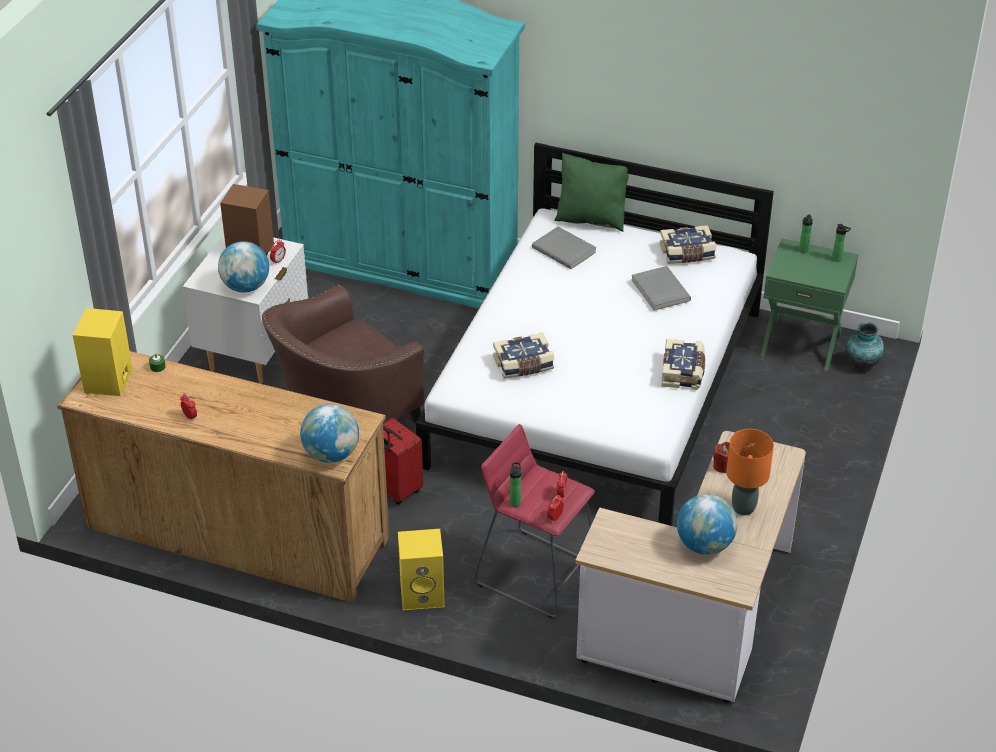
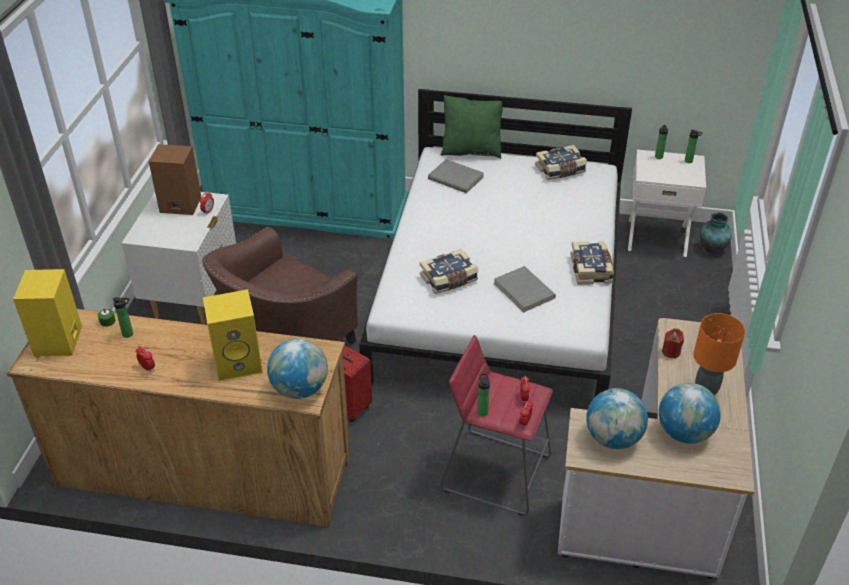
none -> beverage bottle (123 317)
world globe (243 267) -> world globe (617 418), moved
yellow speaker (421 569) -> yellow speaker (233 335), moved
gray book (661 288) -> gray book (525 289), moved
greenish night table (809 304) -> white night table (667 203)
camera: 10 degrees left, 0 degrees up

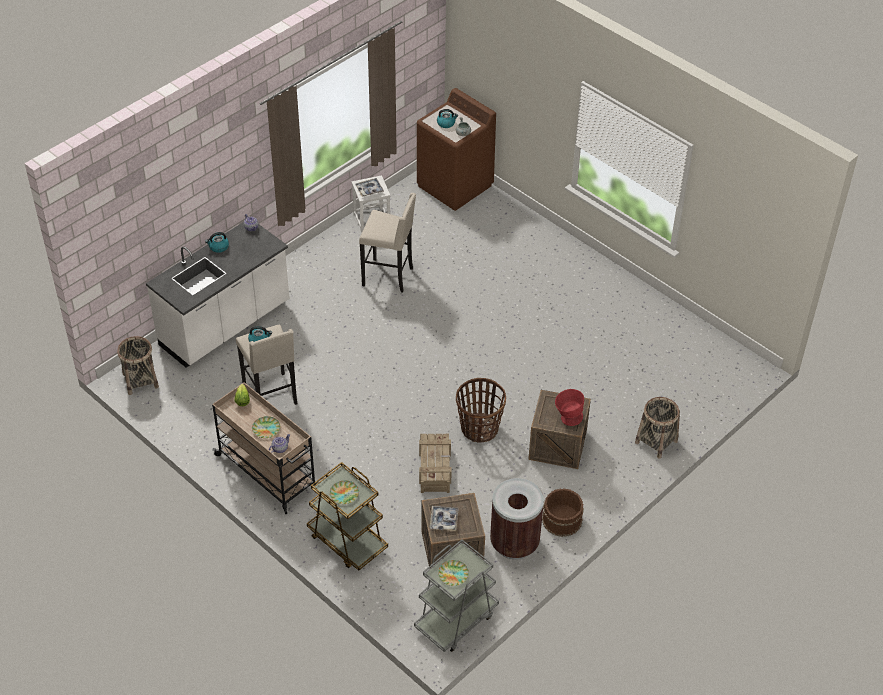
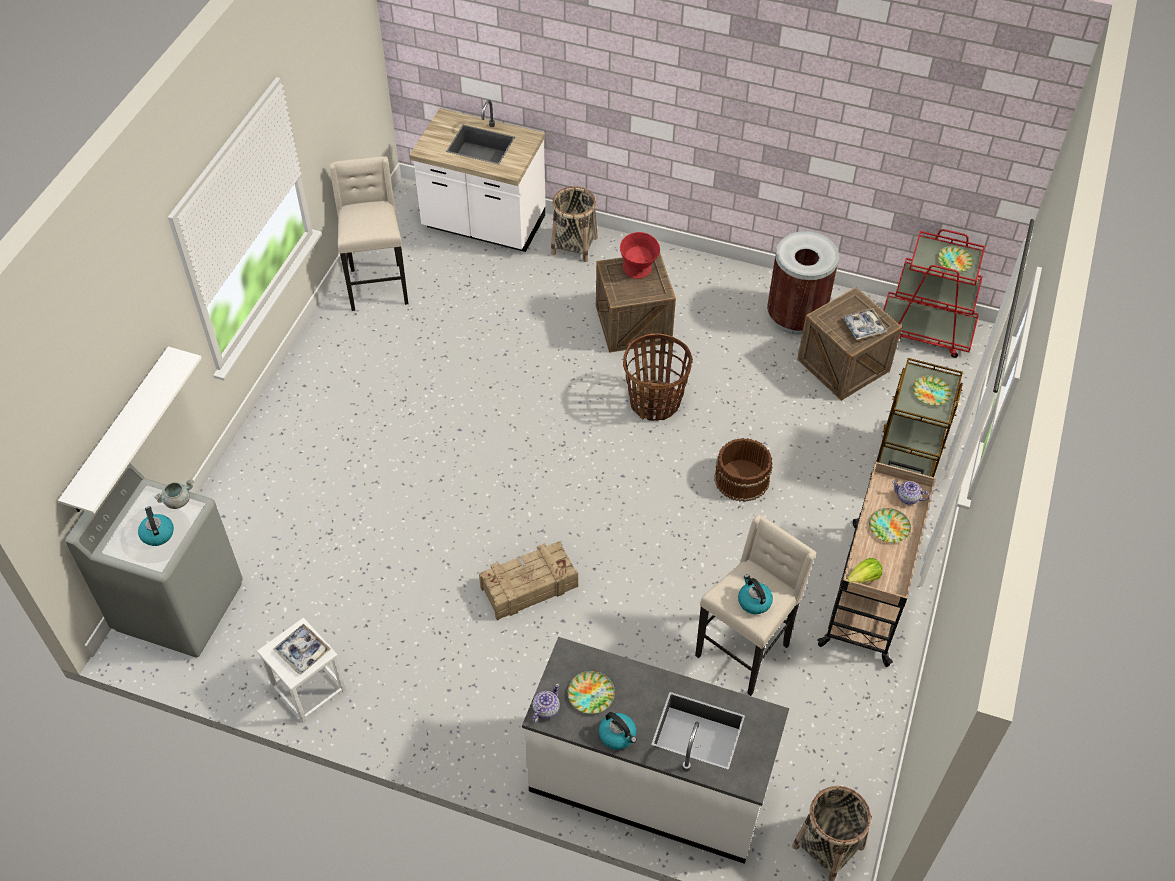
none -> white shelf (130 430)
none -> white kitchen base unit (478 176)
none -> dinner plate (591 692)
beige stool seat (387 243) -> beige stool seat (368 233), moved
shipping crate (435 463) -> shipping crate (528 580), moved
brownish bucket (563 512) -> brownish bucket (743 470), moved
gray wheeled cart (456 595) -> red-coloured wheeled cart (934 293)
brownish laundry machine (456 149) -> gray laundry machine (154 560)
camera: 115 degrees left, 5 degrees up

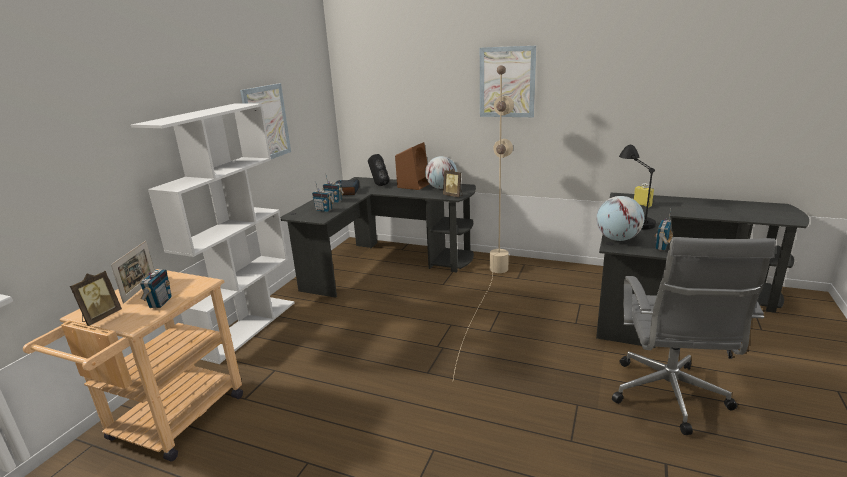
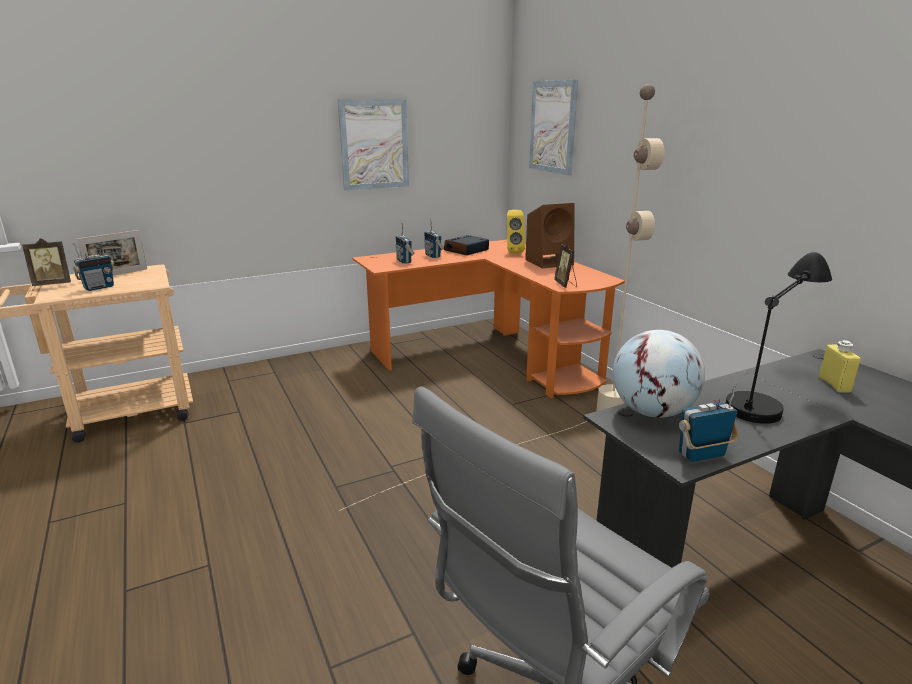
white shelving unit (213 233) -> none
world globe (441 172) -> none
picture (508 81) -> picture (553 127), moved
blackish desk table (378 237) -> orangey desk table (488 319)
blackish speaker (378 170) -> yellow speaker (516 232)
camera: 40 degrees right, 0 degrees up

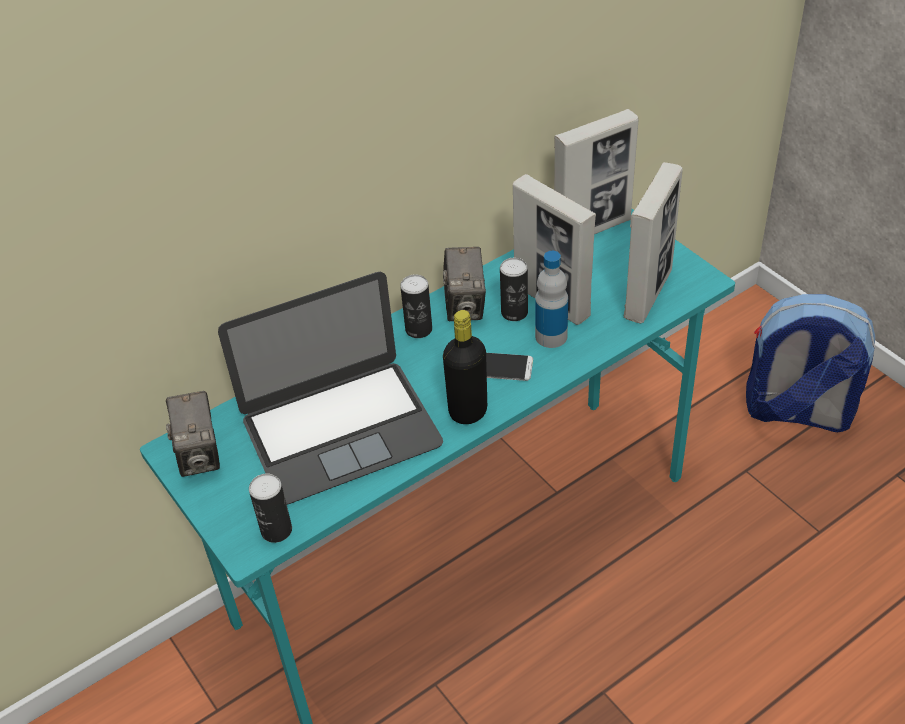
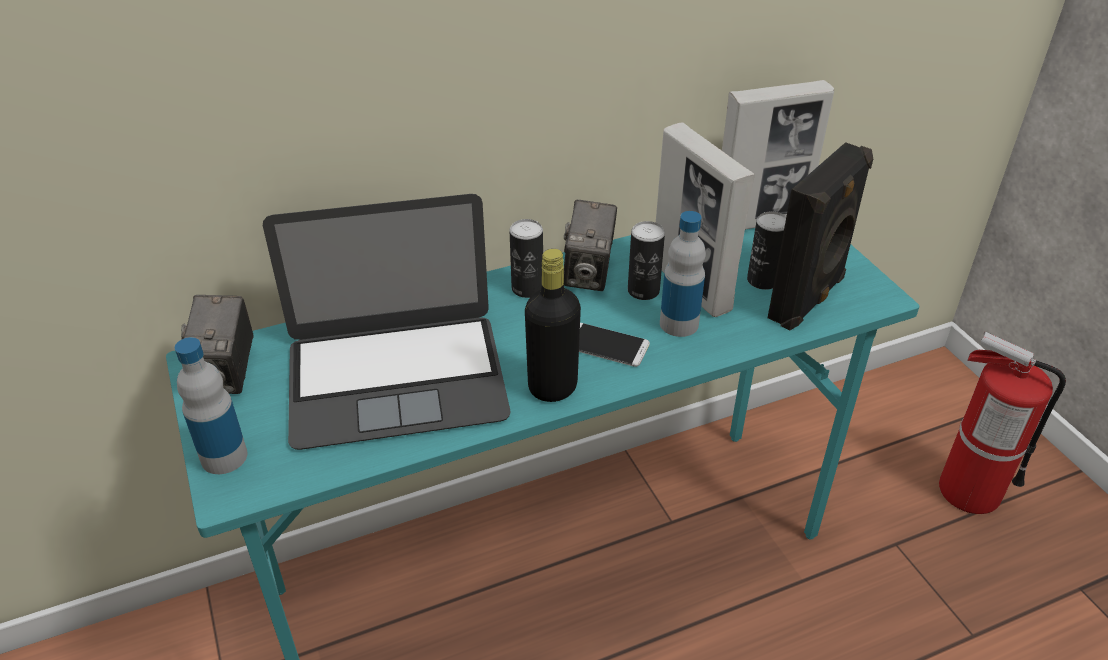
none -> beverage bottle (211 405)
metal can (270 508) -> metal can (766 250), moved
standing frame (653 242) -> blackish speaker (820 236)
backpack (810 363) -> fire-fighting cylinder (1002 423)
camera: 10 degrees right, 5 degrees down

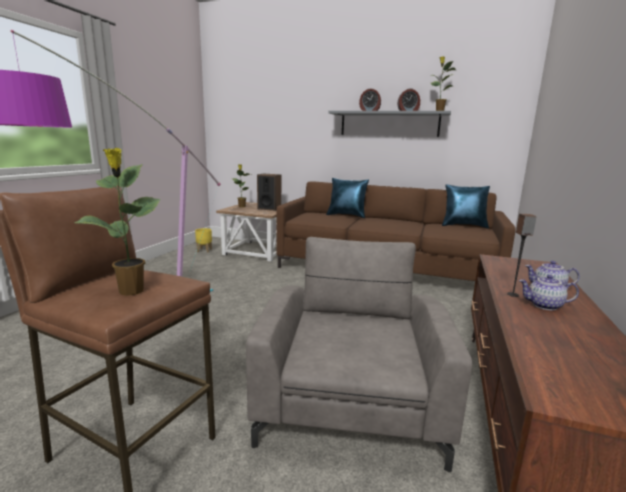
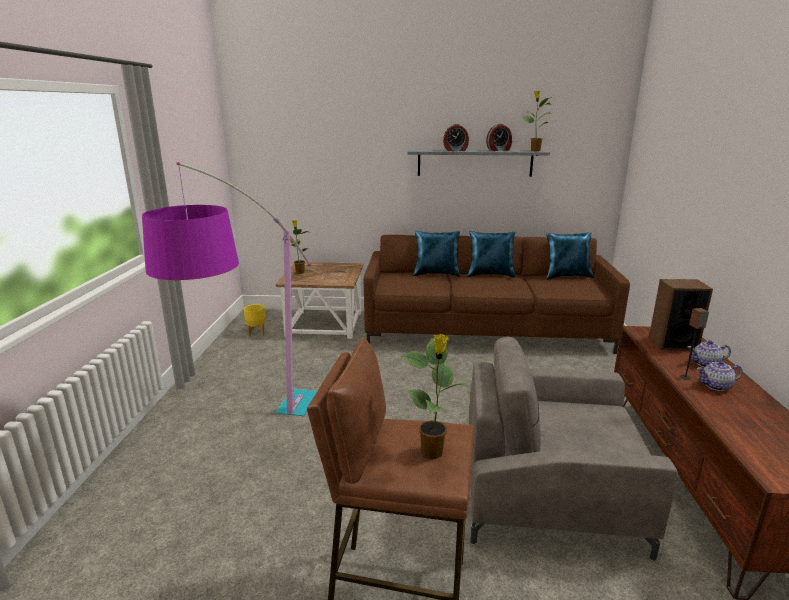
none -> blue-coloured cushion (491 254)
speaker (269 192) -> speaker (681 314), moved
gray lounge chair (359 354) -> gray lounge chair (573 449), 75 degrees counterclockwise
camera: 15 degrees left, 5 degrees up

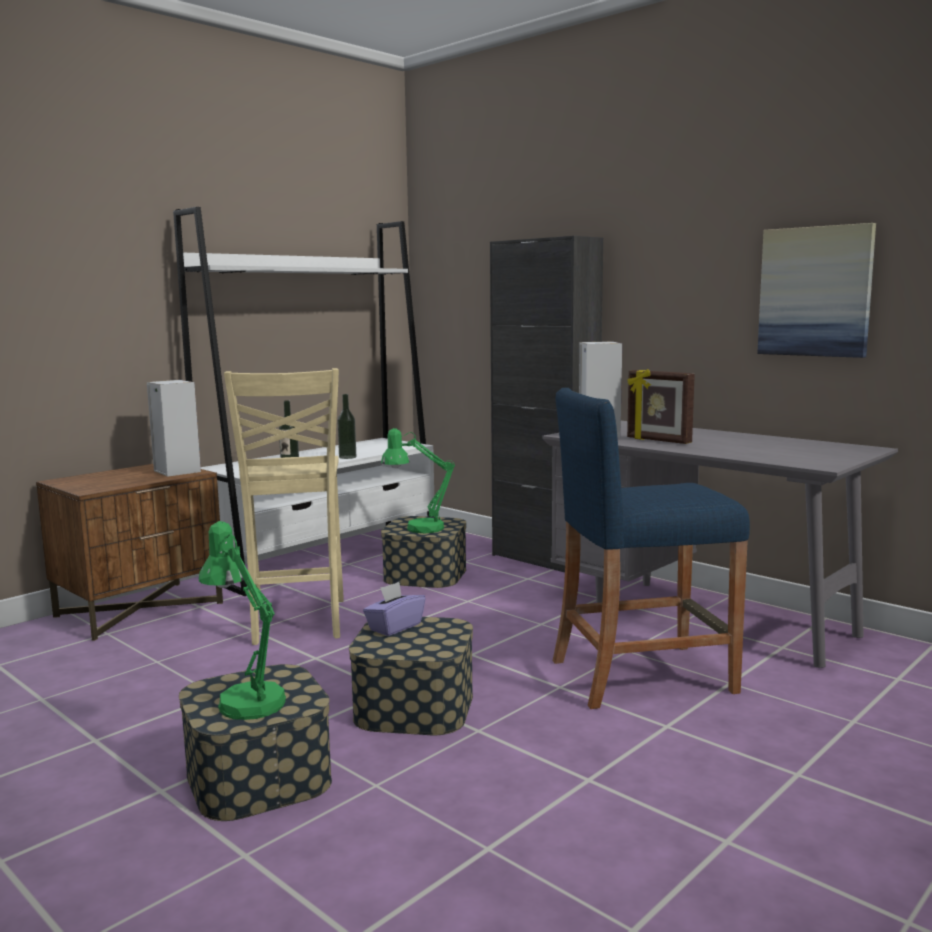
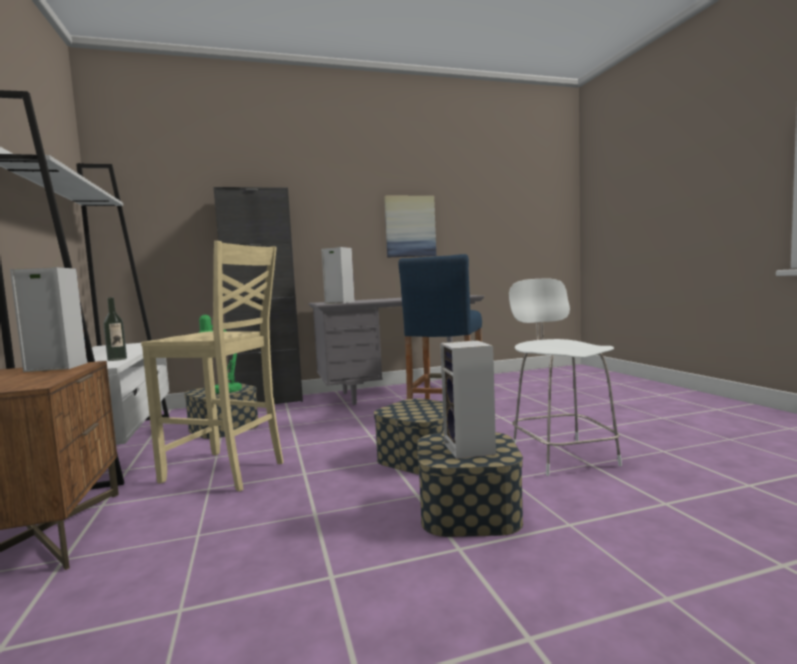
beverage bottle (347 426) -> none
purple tissue holder (394 609) -> none
standing frame (661 406) -> none
none -> white upright chair (565 377)
greenish tabletop lamp (242 620) -> speaker (468 399)
camera: 60 degrees left, 5 degrees down

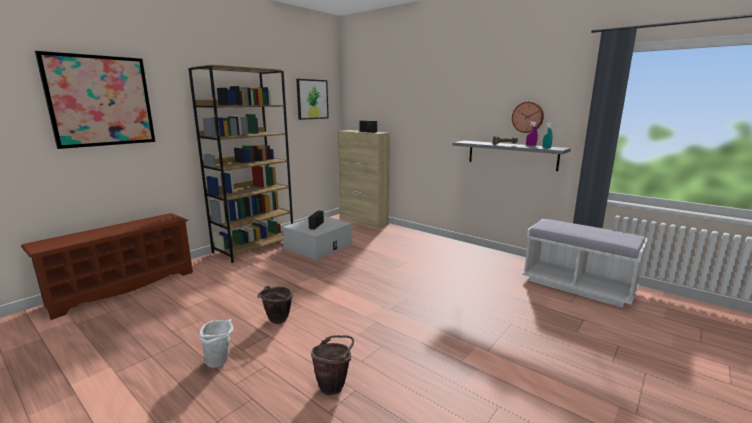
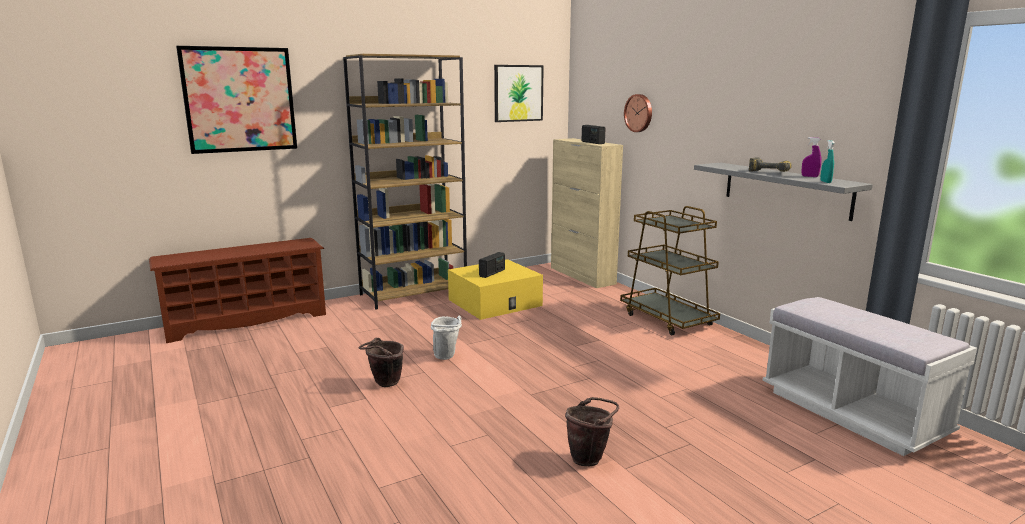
none -> brownish wheeled cart (670 270)
white bucket (216 343) -> white bucket (446 338), moved
brownish bucket (332 365) -> brownish bucket (592 431), moved
wall clock (528 117) -> wall clock (638 113), moved
white storage bin (317 238) -> yellow storage bin (495 289)
camera: 20 degrees right, 0 degrees up

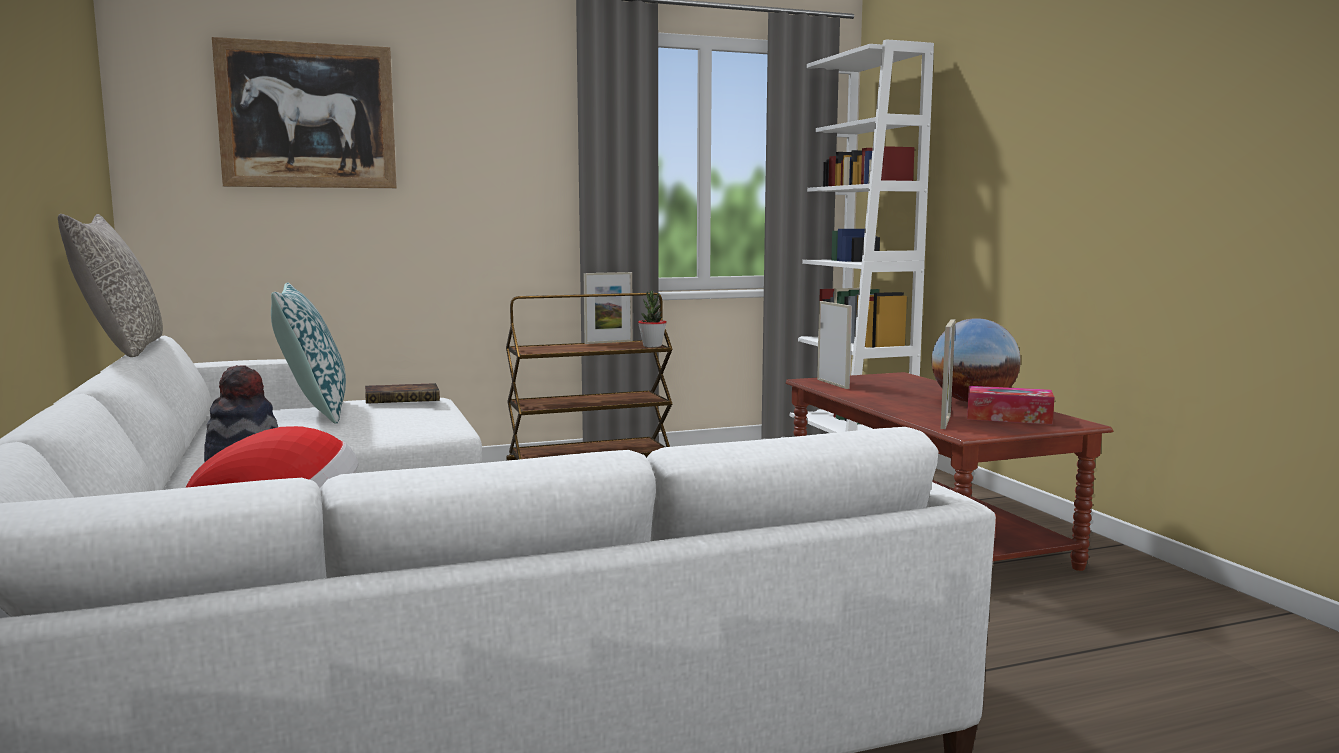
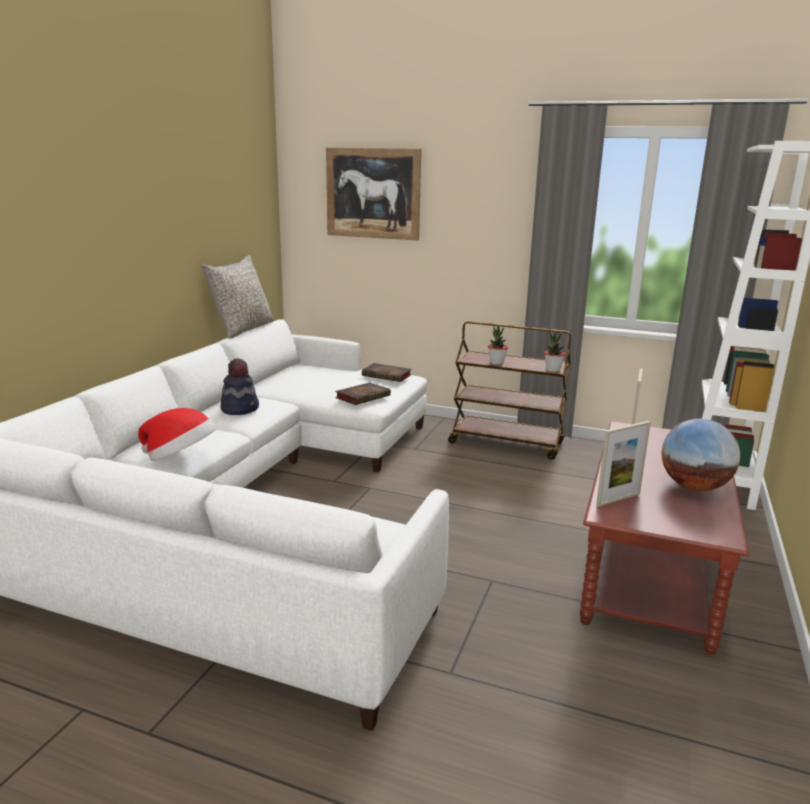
cushion (308 353) -> none
standing frame (608 308) -> none
tissue holder (1011 405) -> none
none -> book (363 393)
none -> potted plant (498 345)
camera: 40 degrees right, 10 degrees up

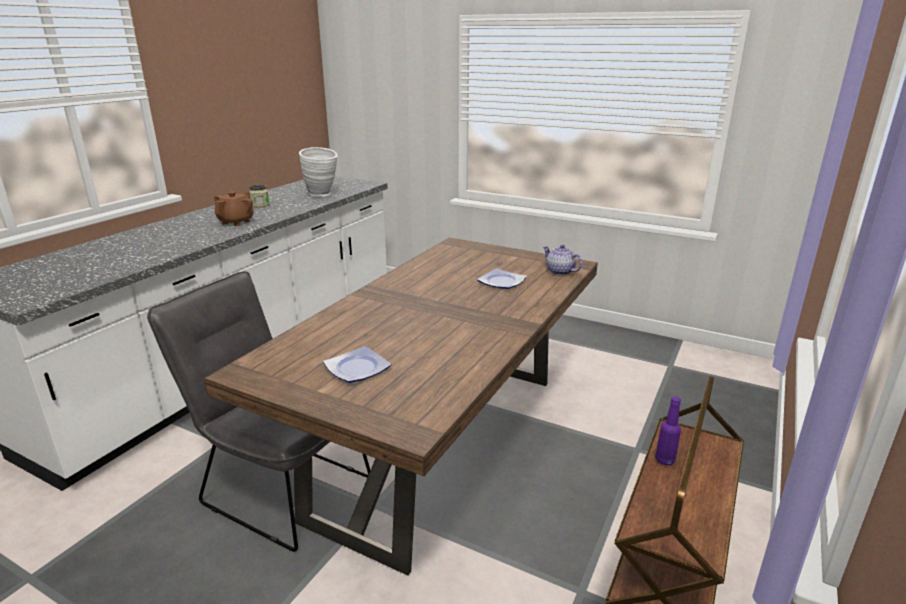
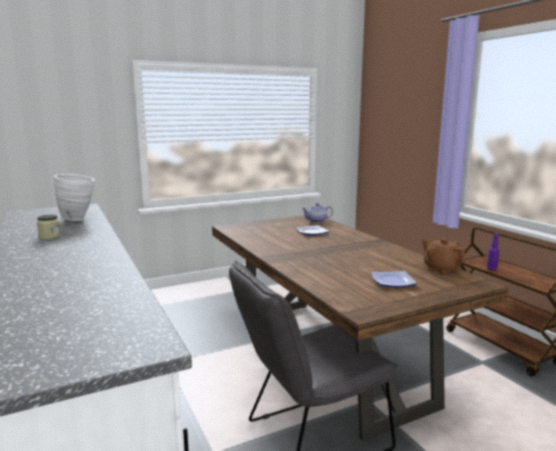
brownish tea pot (234 208) -> brownish tea pot (444 256), moved
camera: 55 degrees left, 10 degrees down

